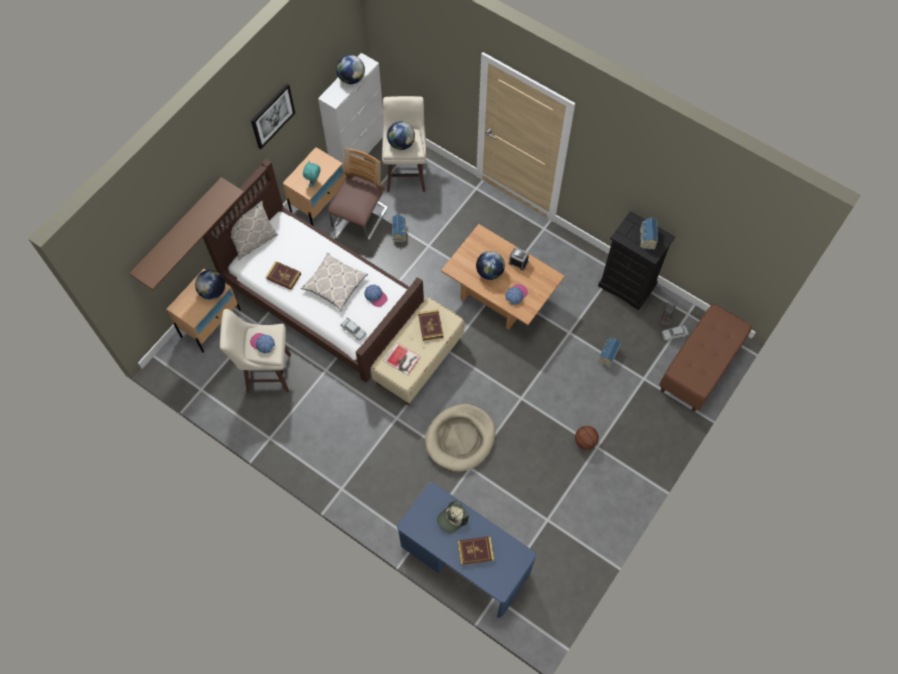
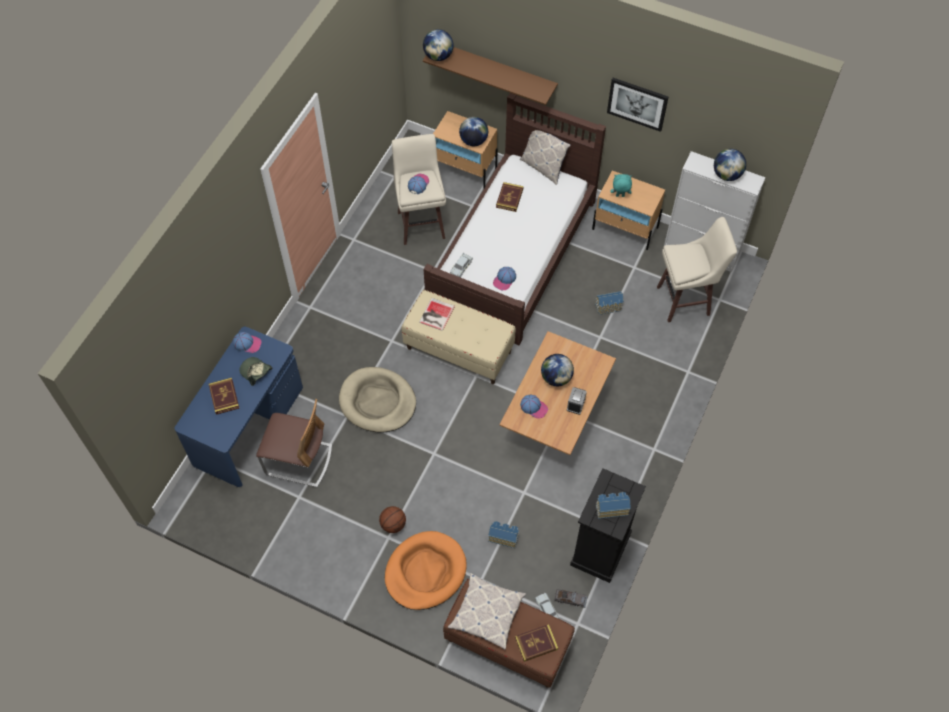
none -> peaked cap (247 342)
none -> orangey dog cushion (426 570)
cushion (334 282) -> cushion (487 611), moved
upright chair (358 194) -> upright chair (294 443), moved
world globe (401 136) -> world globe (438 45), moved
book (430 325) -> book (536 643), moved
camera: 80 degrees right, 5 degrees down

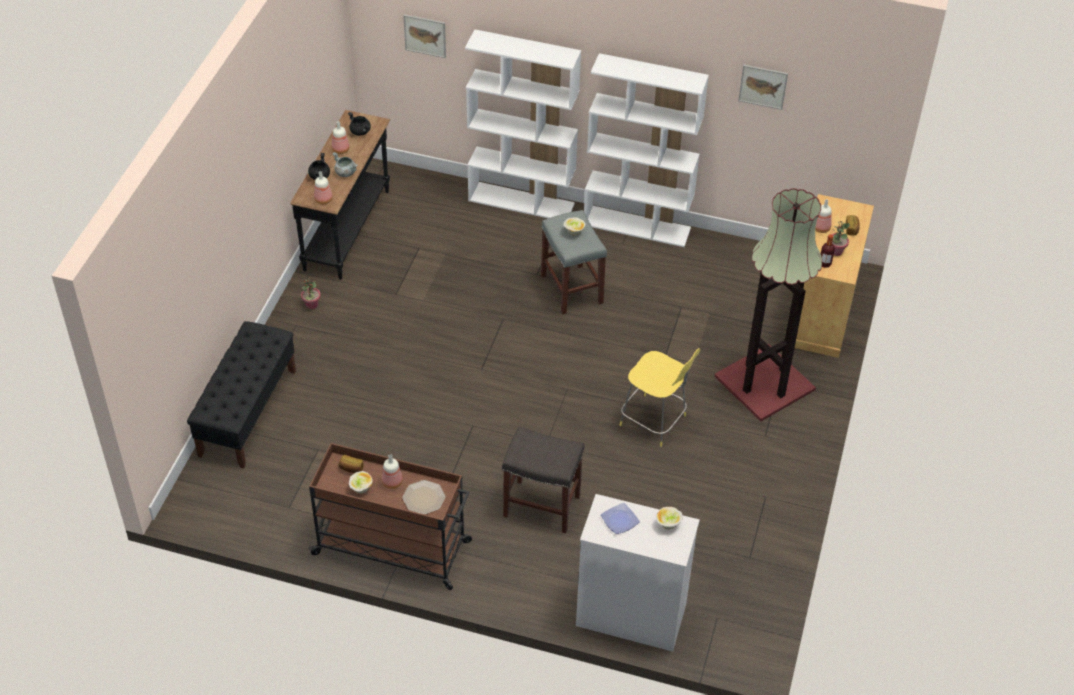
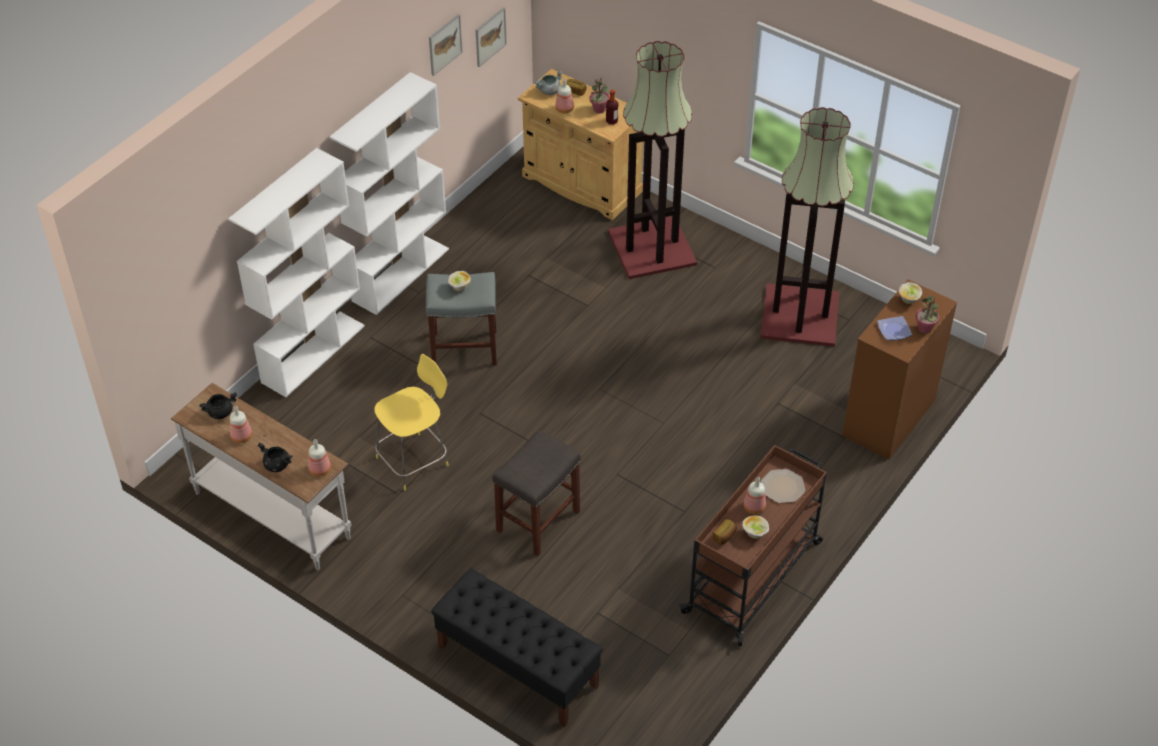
none -> standing lamp (807 227)
potted plant (311 292) -> potted plant (927 315), moved
gray cooking pot (345 164) -> gray cooking pot (548 83), moved
picture (424 36) -> picture (491 37), moved
gray stool seat (543 479) -> gray stool seat (536 493), moved
yellow stool seat (660 397) -> yellow stool seat (411 422), moved
blackish hall table (340 195) -> white hall table (261 476)
white dresser (638 573) -> brownish dresser (899 369)
camera: 70 degrees left, 0 degrees up

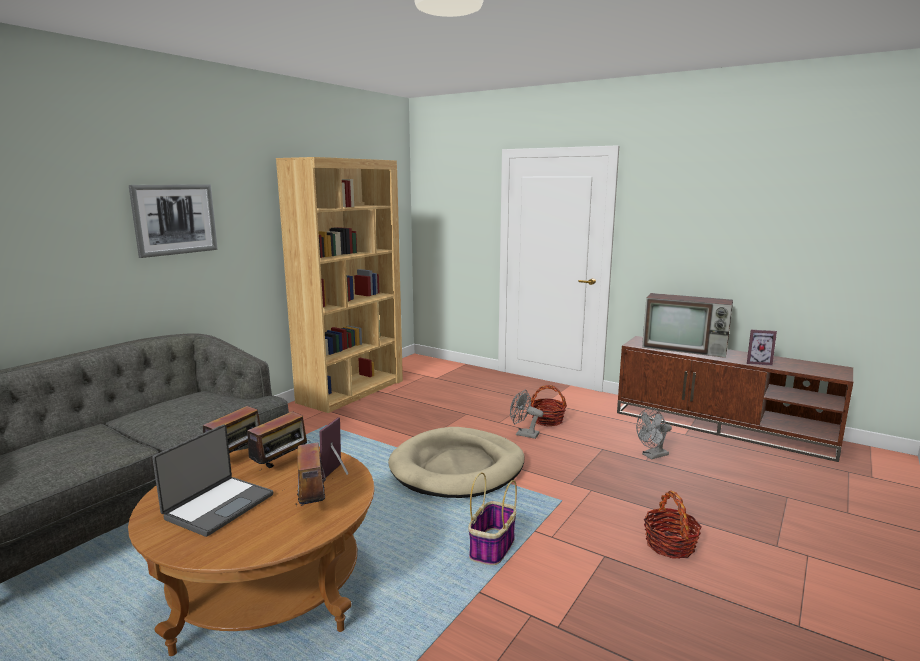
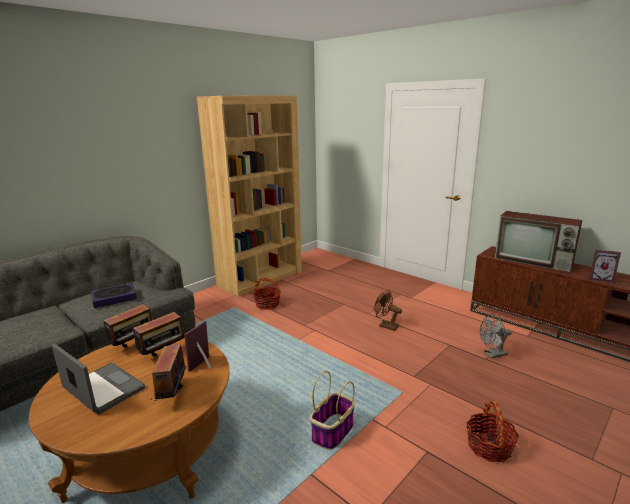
picture (173 221) -> none
beige dog cushion (456 462) -> none
none -> book (114 295)
storage basket (549 405) -> storage basket (267 294), moved
gray fan (527 414) -> brownish fan (388 310)
notebook computer (212 480) -> notebook computer (98 379), 90 degrees counterclockwise
camera: 10 degrees right, 5 degrees up

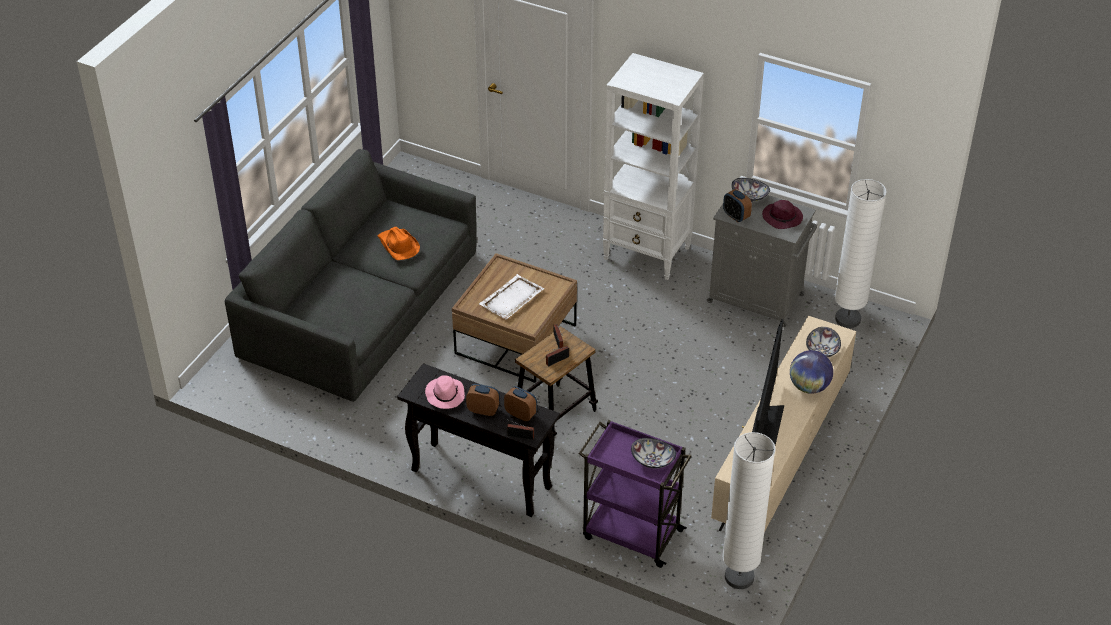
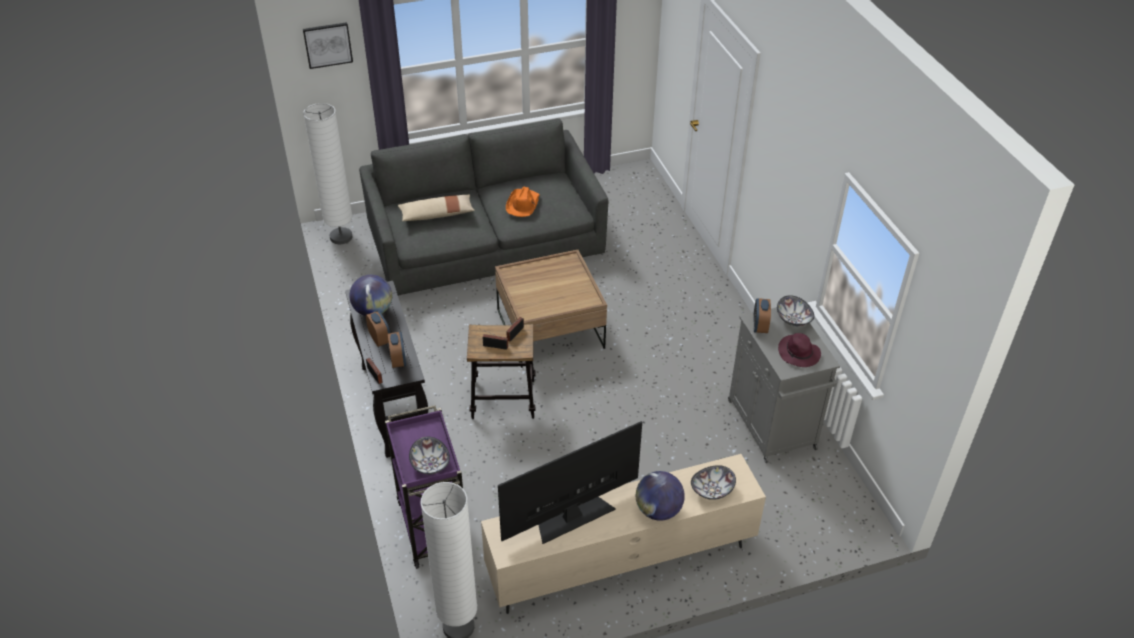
white serving tray (511 297) -> none
white shelving unit (653 166) -> none
none -> picture (328 45)
none -> beige cushion (436 208)
white standing lamp (861 253) -> white standing lamp (328 173), moved
pinkish clothing hat (445 392) -> world globe (370 295)
camera: 45 degrees right, 0 degrees up

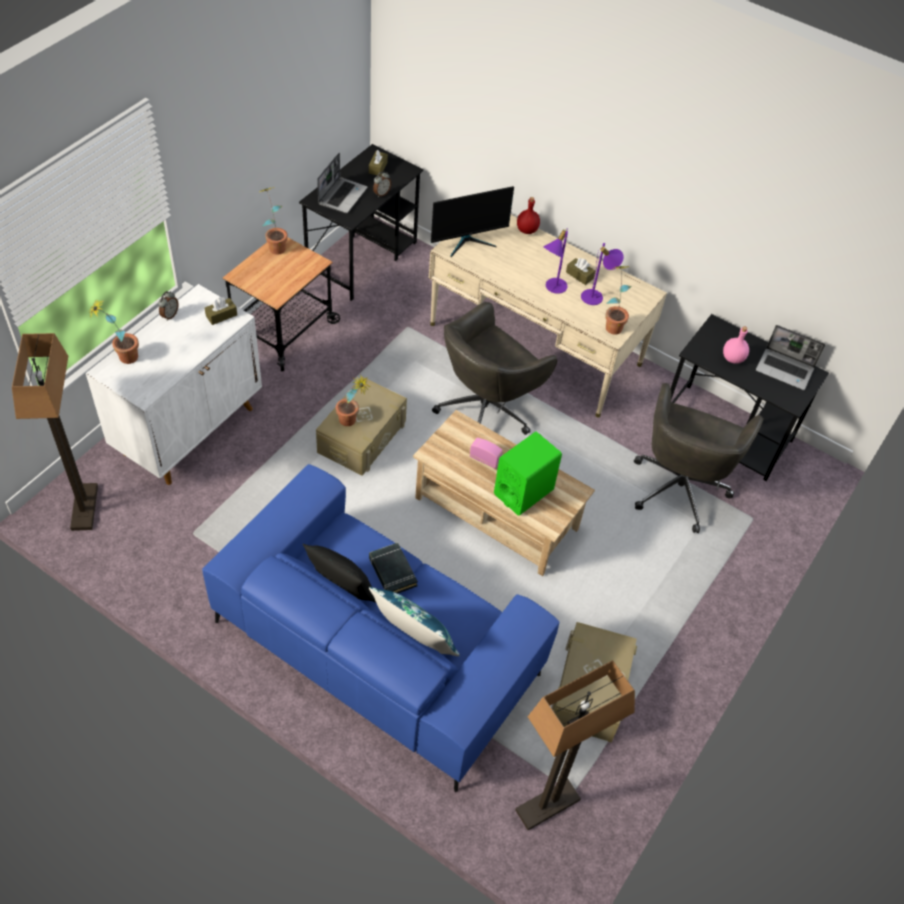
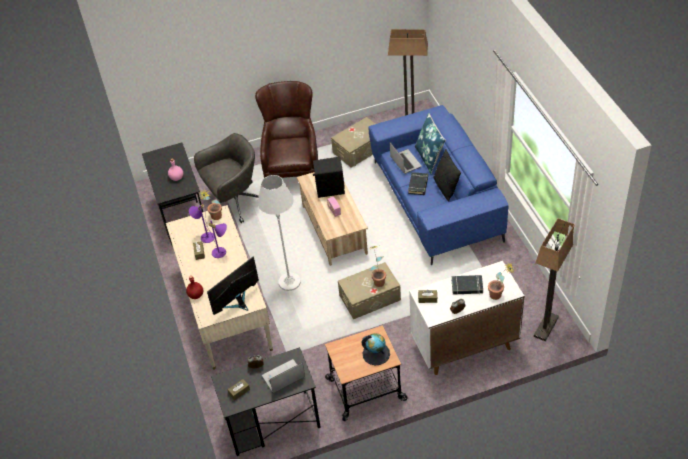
potted plant (274 221) -> none
none -> brownish lounge chair (286 129)
none -> world globe (376 349)
none -> blackish book (467 285)
notebook computer (790 357) -> notebook computer (406 158), moved
gray computer chair (494 368) -> white standing lamp (279 233)
greenish speaker (528 473) -> blackish speaker (329 177)
computer screen (472 221) -> computer screen (233 286), 60 degrees counterclockwise
camera: 135 degrees left, 5 degrees down

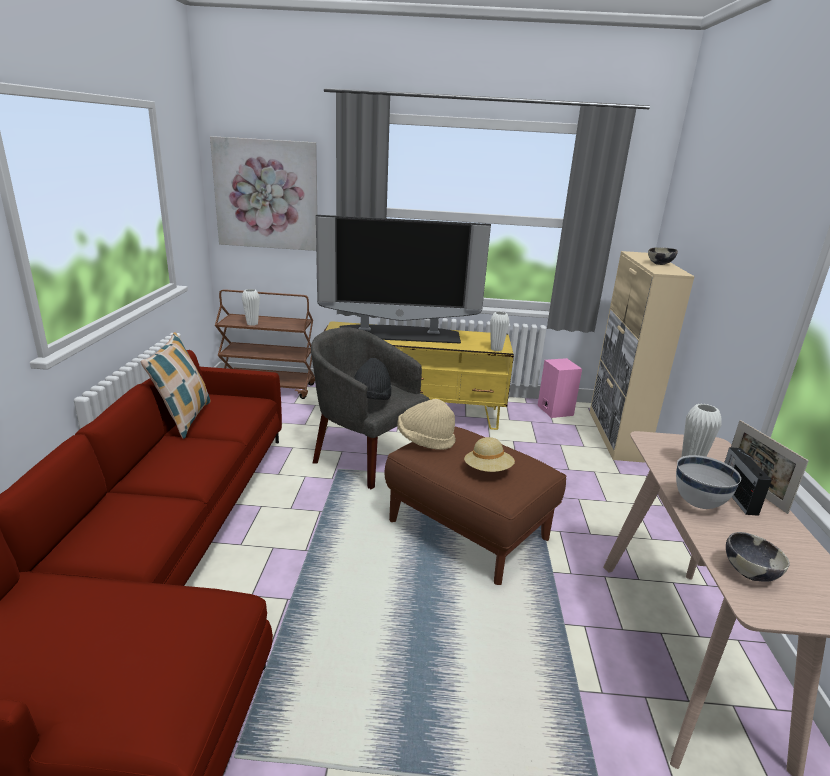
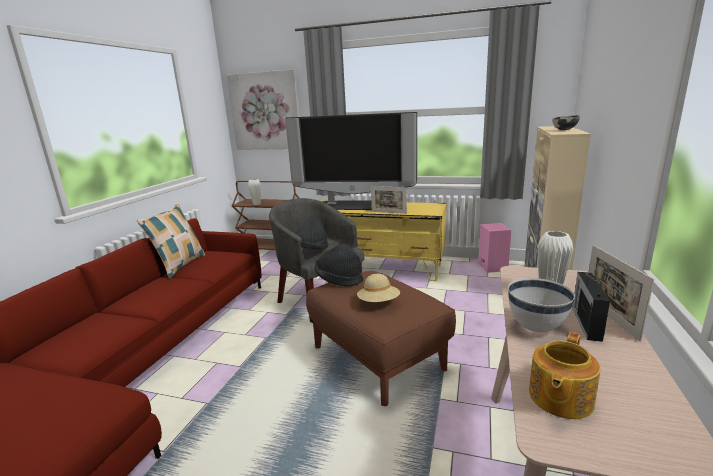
white flower vase (499 331) -> none
none -> standing frame (389 200)
bowl (758 557) -> tea pot (564 375)
beige clothing hat (426 424) -> blackish clothing hat (339 265)
camera: 15 degrees right, 5 degrees down

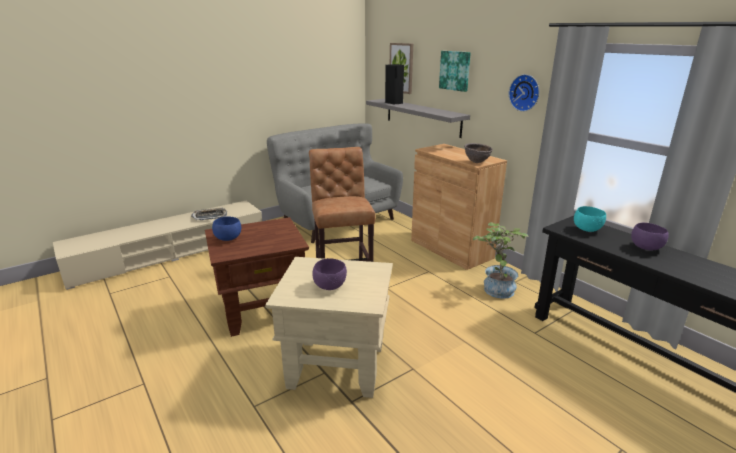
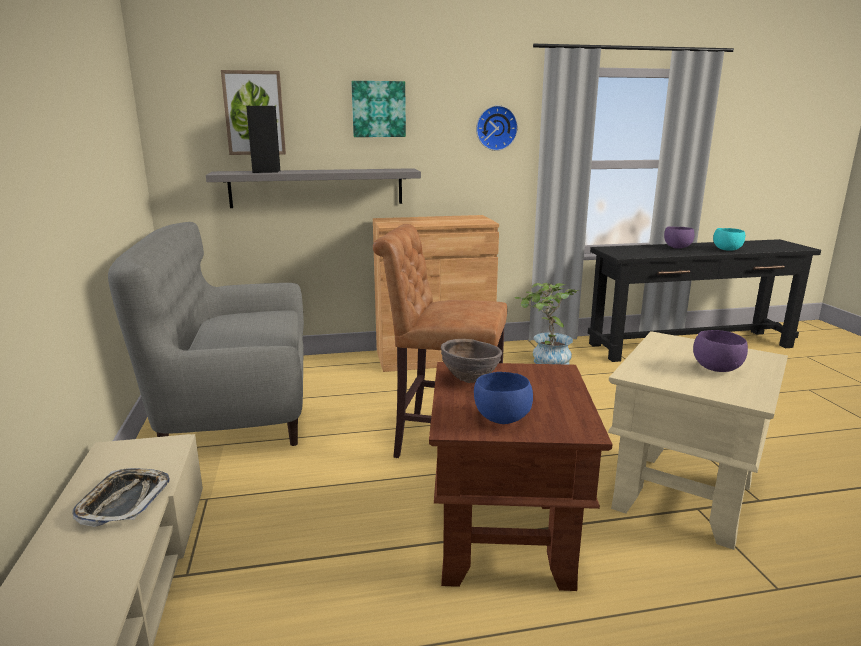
brownish bowl (478 153) -> brownish bowl (471 361), moved
turquoise bowl (590 219) -> turquoise bowl (729 239), moved
camera: 65 degrees left, 5 degrees down

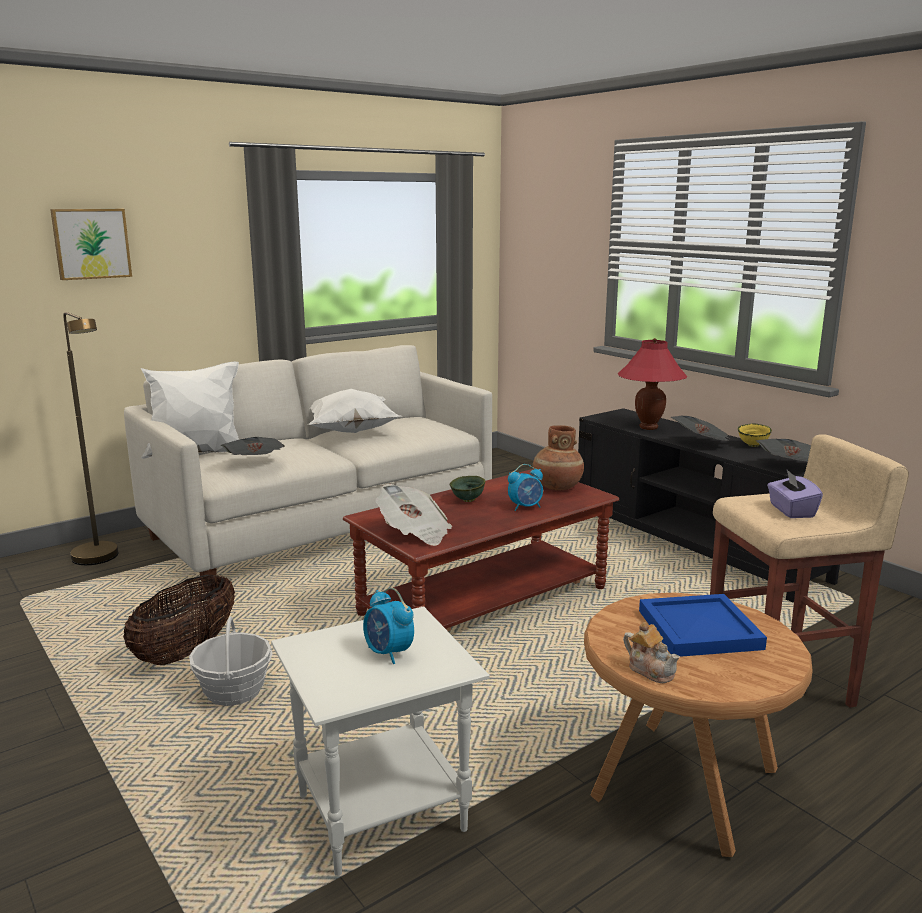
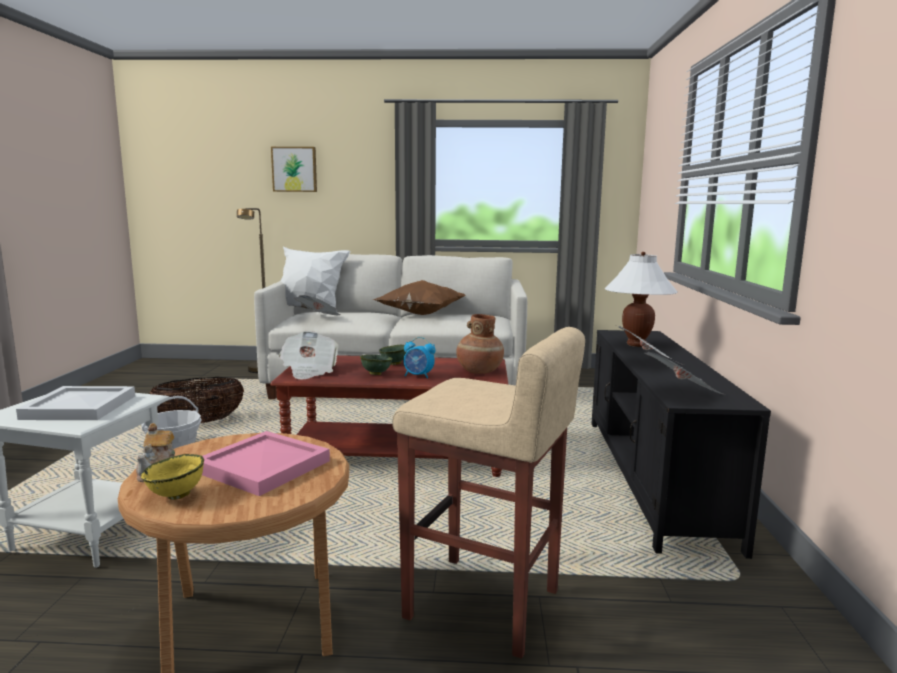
purple tissue holder (795 494) -> none
none -> greenish bowl (376 365)
yellow bowl (755 435) -> yellow bowl (172 477), moved
table clock (388 626) -> white serving tray (75 403)
white cushion (354 411) -> brownish cushion (419 297)
red-coloured tabletop lamp (653 384) -> white tabletop lamp (641 299)
blue-coloured serving tray (703 625) -> pinkish serving tray (266 463)
camera: 40 degrees right, 5 degrees down

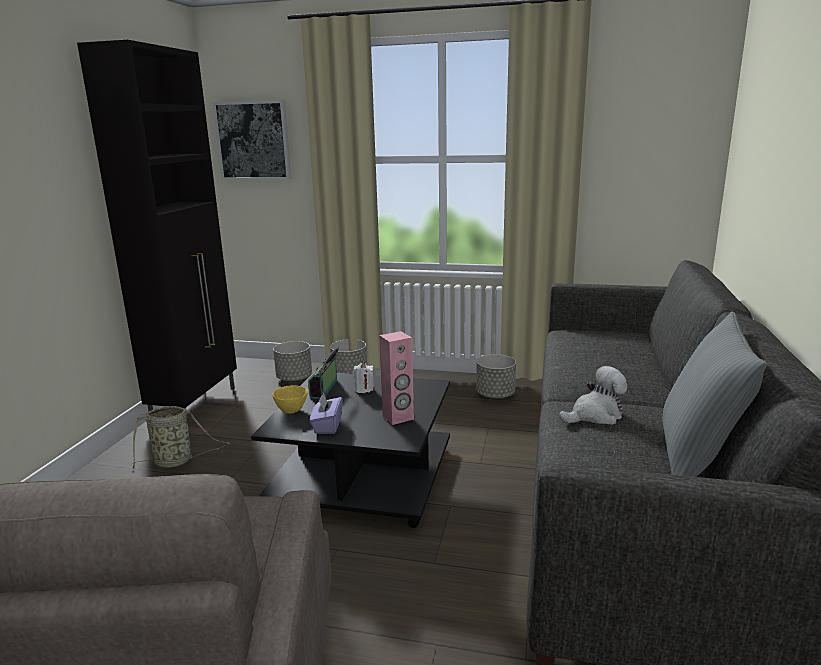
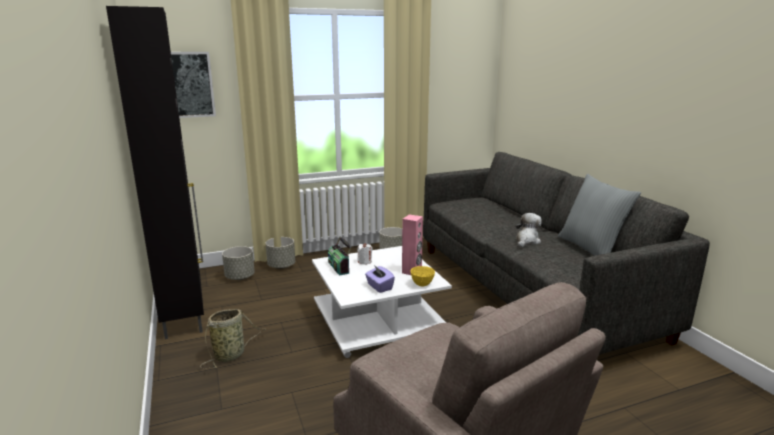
yellow bowl (290 399) -> yellow bowl (422 276), moved
blackish coffee table (350 449) -> white coffee table (382 302)
camera: 35 degrees left, 0 degrees up

